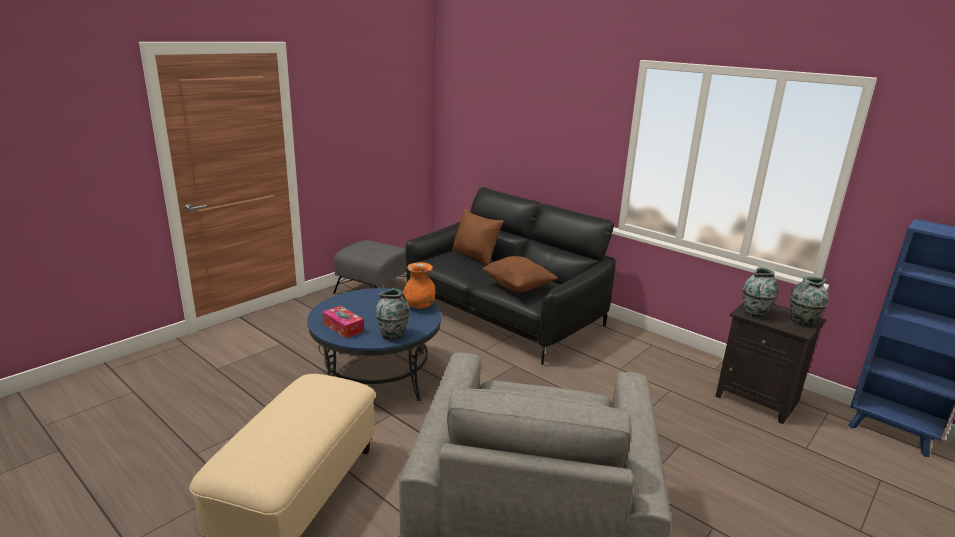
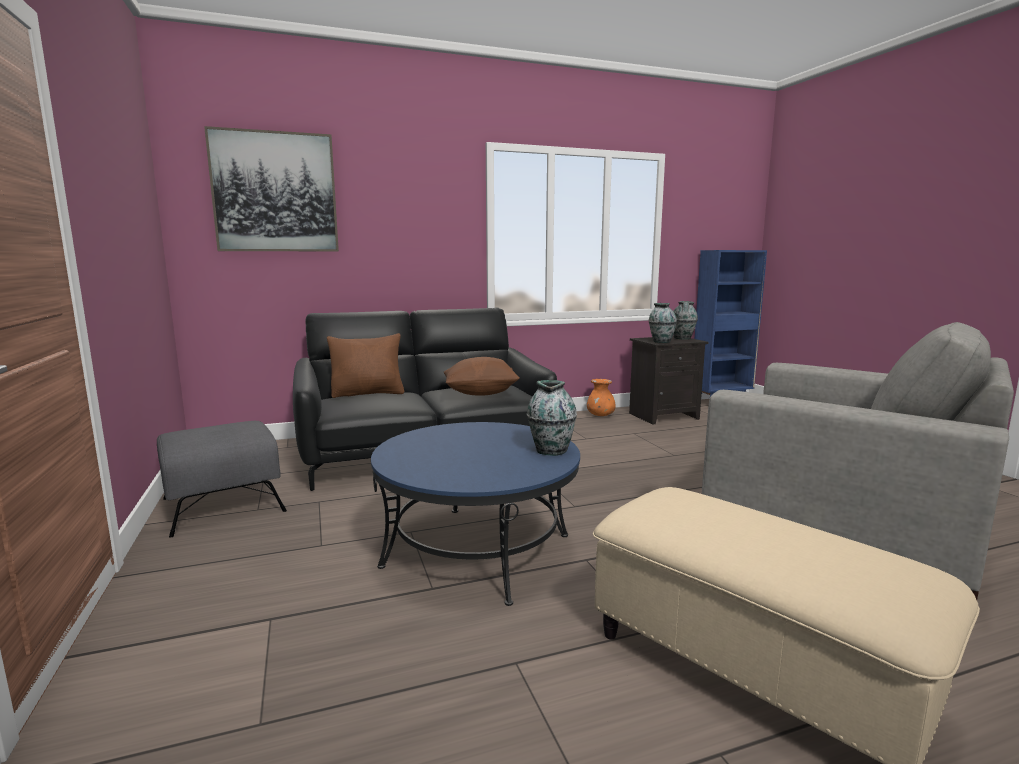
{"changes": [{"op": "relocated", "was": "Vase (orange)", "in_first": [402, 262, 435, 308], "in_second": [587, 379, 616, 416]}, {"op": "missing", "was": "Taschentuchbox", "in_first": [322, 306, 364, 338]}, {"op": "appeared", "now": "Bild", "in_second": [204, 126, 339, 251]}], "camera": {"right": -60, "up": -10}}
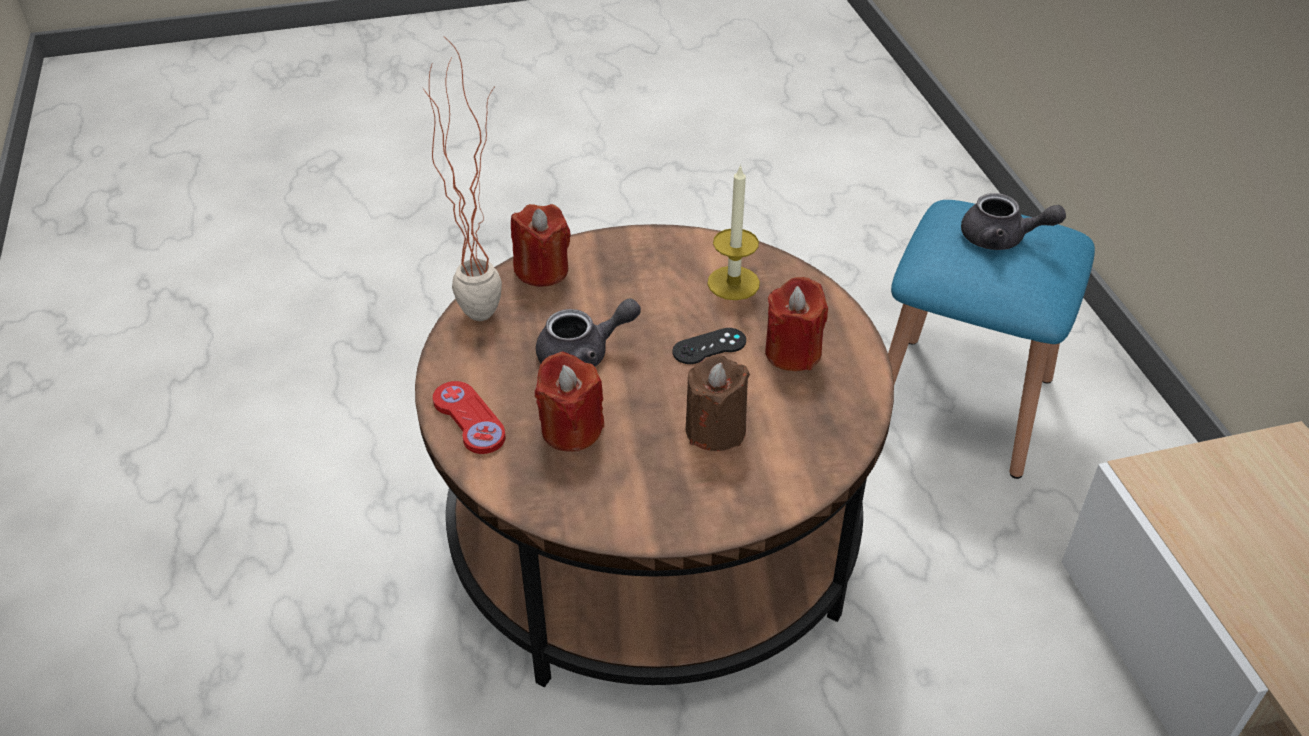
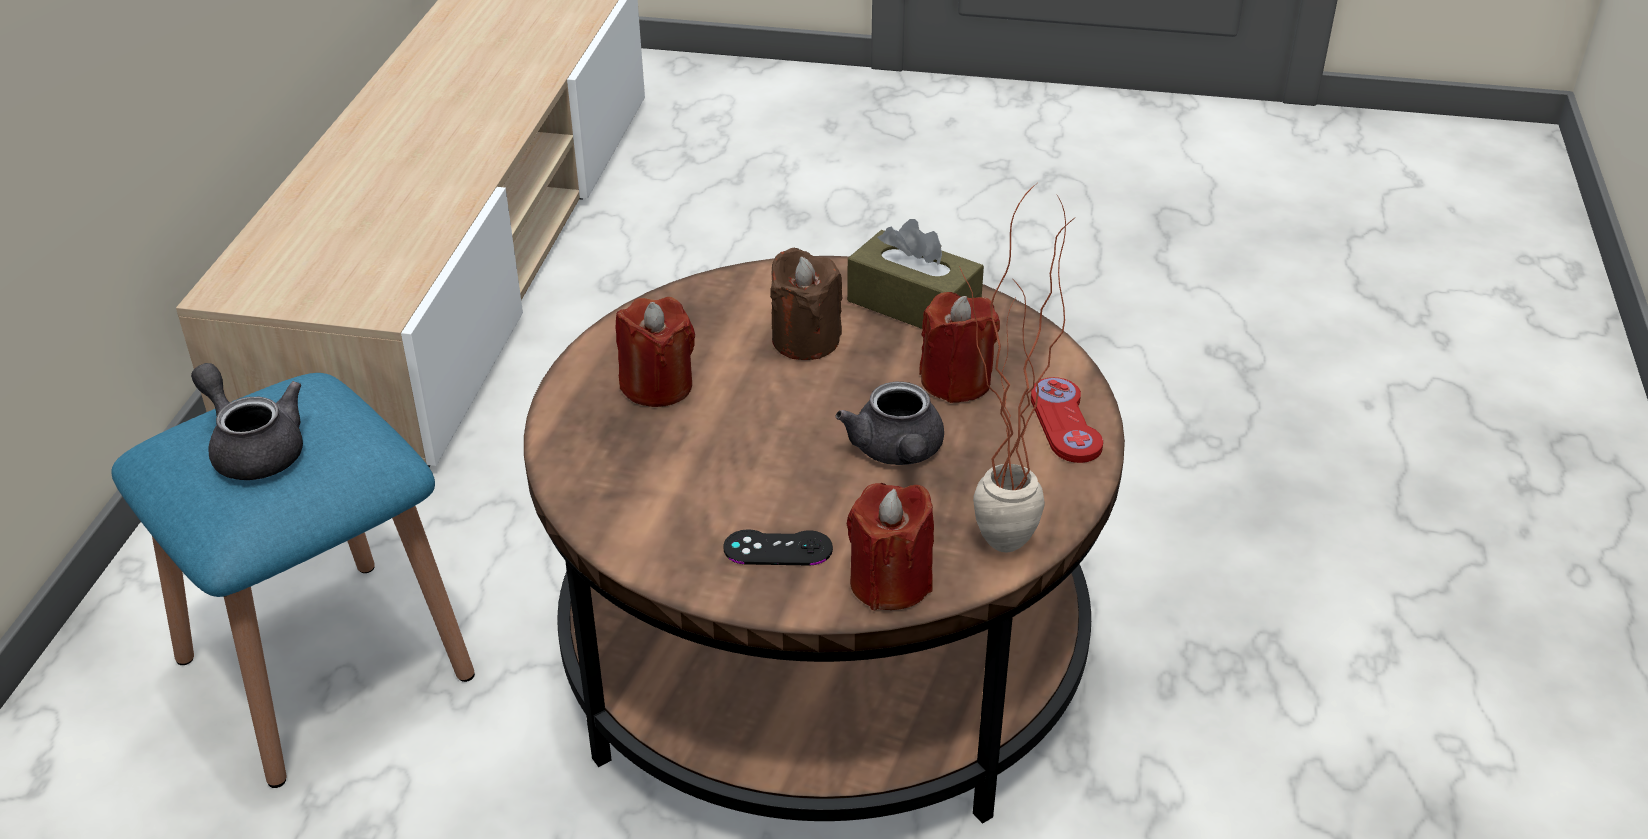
{"changes": [{"op": "missing", "was": "Kerze", "in_first": [707, 164, 760, 300]}, {"op": "spun", "was": "Teekanne (grau)", "in_first": [536, 299, 641, 367], "in_second": [835, 382, 944, 465], "clockwise": -105}, {"op": "relocated", "was": "Gamepad (schwarz)", "in_first": [672, 328, 746, 364], "in_second": [723, 529, 833, 566]}, {"op": "appeared", "now": "Taschentuchbox (braun)", "in_second": [847, 219, 984, 329]}], "camera": {"right": -155, "up": -5}}
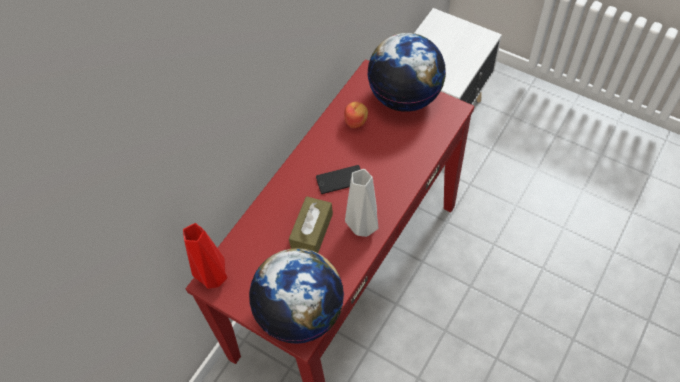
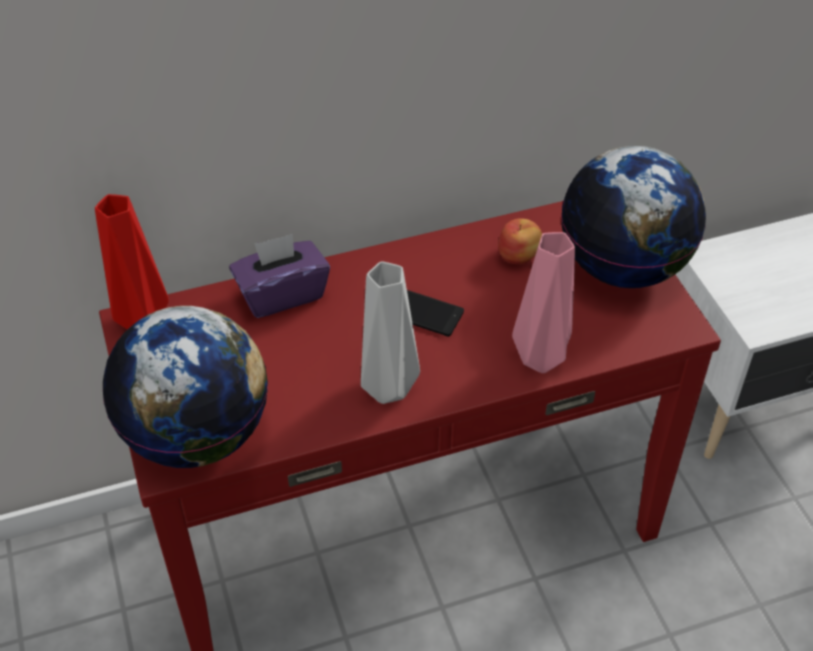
{"changes": [{"op": "missing", "was": "Taschentuchbox (braun)", "in_first": [289, 196, 333, 253]}, {"op": "appeared", "now": "Vase (rosa)", "in_second": [512, 232, 575, 373]}, {"op": "appeared", "now": "Taschentuchbox (lila)", "in_second": [229, 234, 330, 318]}], "camera": {"right": 35, "up": -10}}
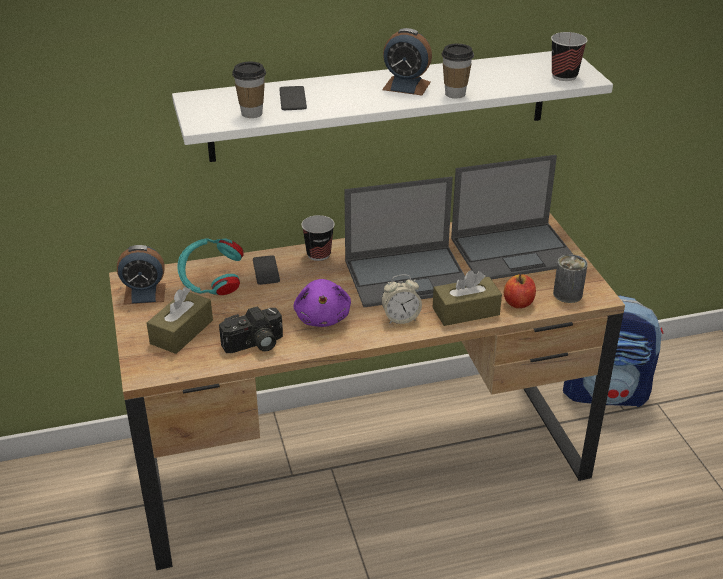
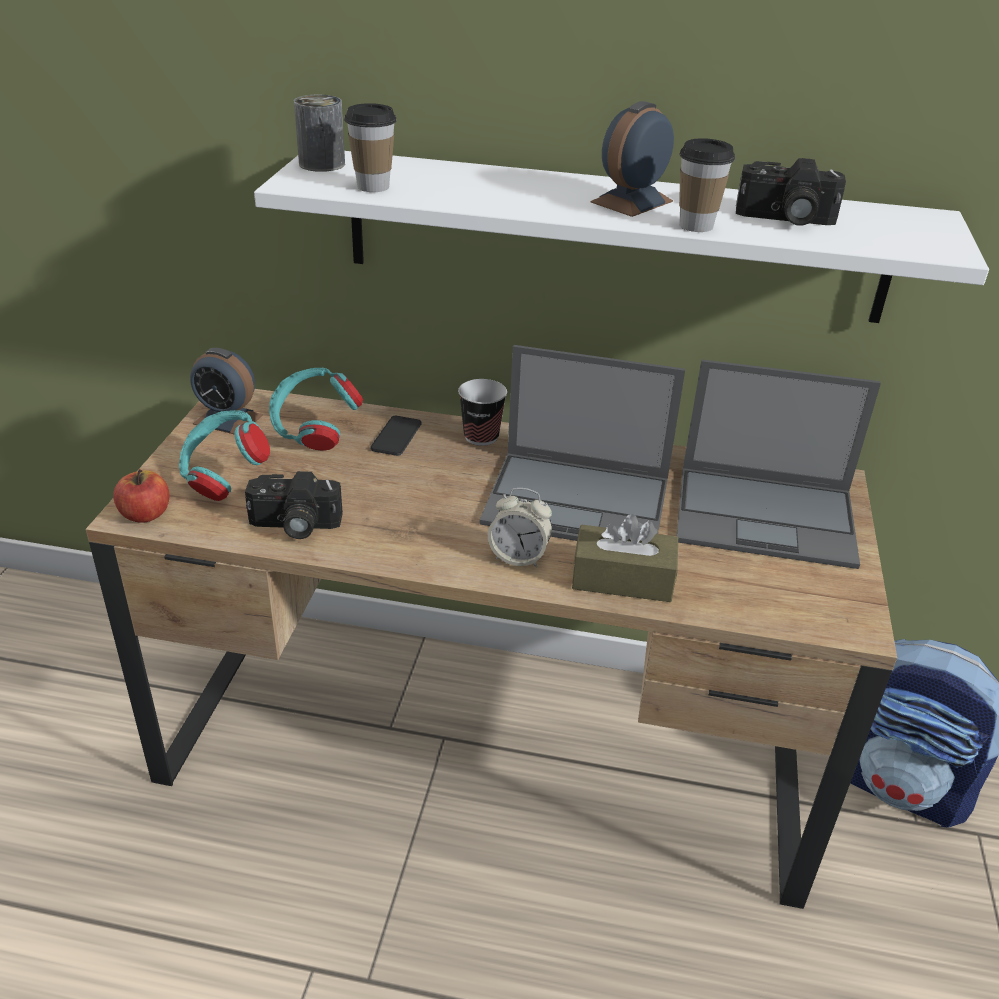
{"changes": [{"op": "spun", "was": "Wecker", "in_first": [382, 28, 432, 95], "in_second": [591, 101, 674, 217], "clockwise": 90}, {"op": "missing", "was": "Tasse", "in_first": [551, 32, 587, 81]}, {"op": "missing", "was": "Handy", "in_first": [279, 86, 307, 110]}, {"op": "relocated", "was": "Dose", "in_first": [553, 254, 588, 303], "in_second": [294, 95, 345, 172]}, {"op": "relocated", "was": "Apfel", "in_first": [504, 274, 536, 308], "in_second": [113, 469, 170, 523]}, {"op": "missing", "was": "Plüschtier (lila)", "in_first": [293, 279, 351, 327]}, {"op": "exchanged", "was": "Taschentuchbox (braun)", "now": "Kopfhörer (türkis)", "in_first": [147, 287, 213, 354], "in_second": [179, 410, 270, 501]}, {"op": "appeared", "now": "Kamera", "in_second": [736, 158, 846, 226]}], "camera": {"right": 25, "up": 0}}
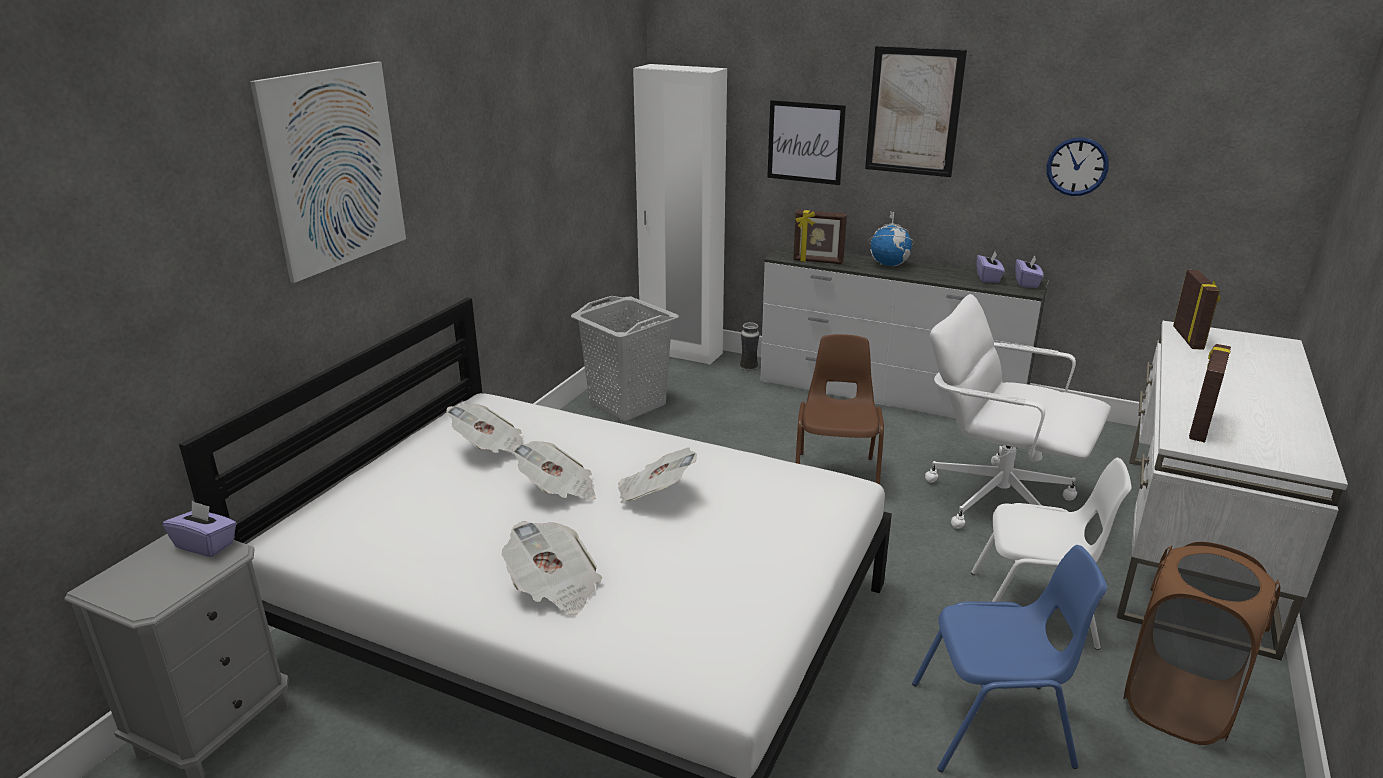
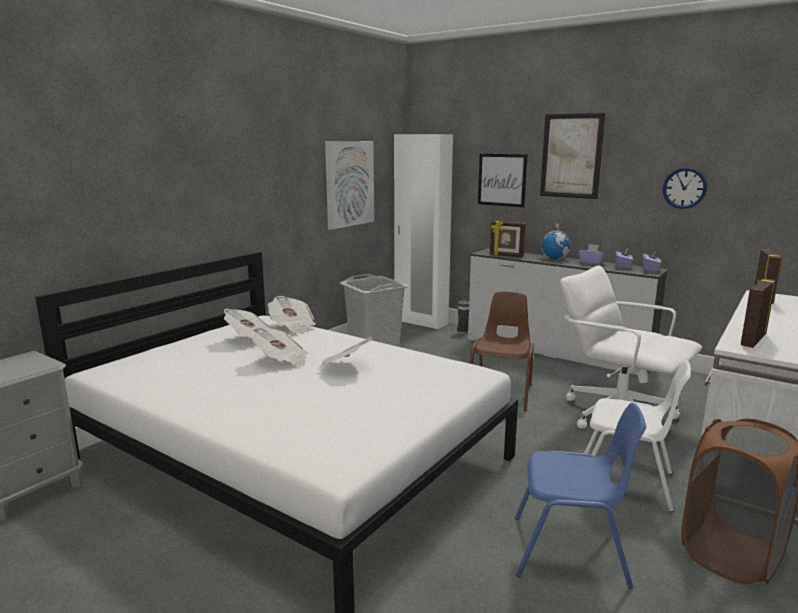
{"changes": [{"op": "relocated", "was": "Bild", "in_first": [250, 62, 406, 283], "in_second": [325, 141, 374, 230]}, {"op": "relocated", "was": "Taschentuchbox (lila)", "in_first": [163, 501, 237, 557], "in_second": [578, 244, 606, 265]}, {"op": "relocated", "was": "Zeitung", "in_first": [502, 521, 602, 615], "in_second": [267, 296, 316, 334]}], "camera": {"right": 10, "up": -10}}
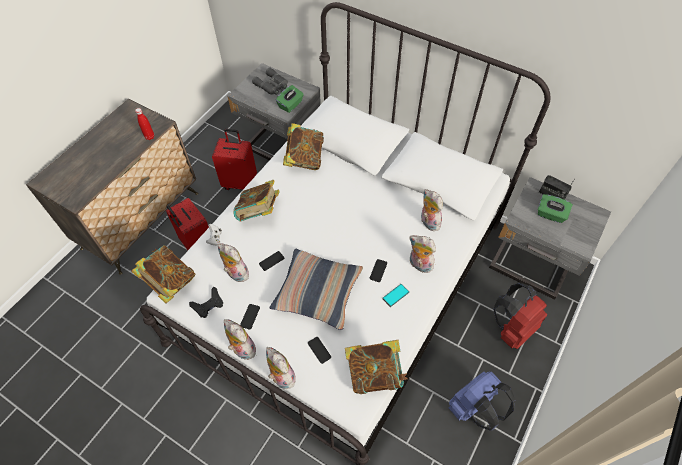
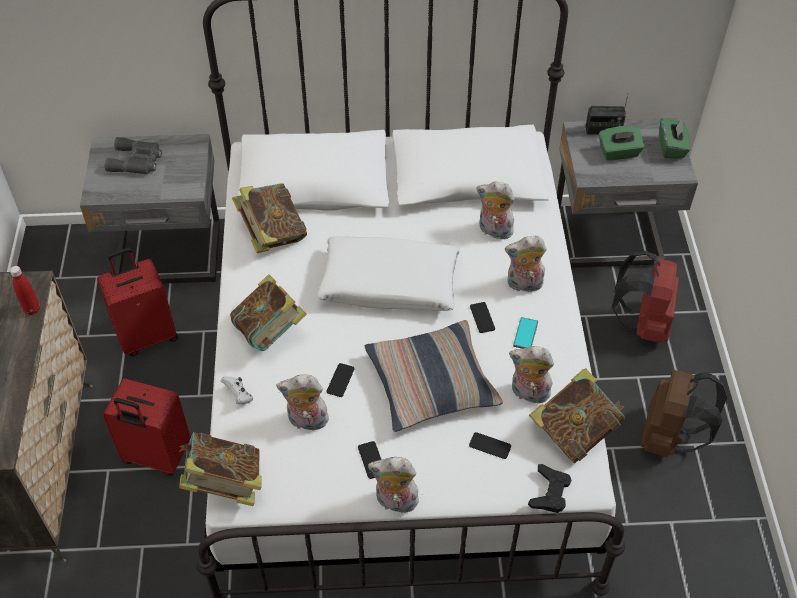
{"changes": [{"op": "relocated", "was": "Taschentuchbox (grün)", "in_first": [276, 85, 304, 113], "in_second": [659, 118, 690, 159]}, {"op": "relocated", "was": "Gamepad (schwarz)", "in_first": [189, 287, 223, 318], "in_second": [528, 464, 571, 513]}, {"op": "relocated", "was": "Plüschtier", "in_first": [266, 347, 296, 389], "in_second": [509, 346, 554, 403]}, {"op": "colour", "was": "Rucksack (blau)", "now": "Rucksack (braun)", "in_first": [448, 371, 515, 431], "in_second": [640, 370, 727, 457]}, {"op": "appeared", "now": "Kissen (weiß)", "in_second": [316, 236, 460, 311]}], "camera": {"right": -35, "up": -5}}
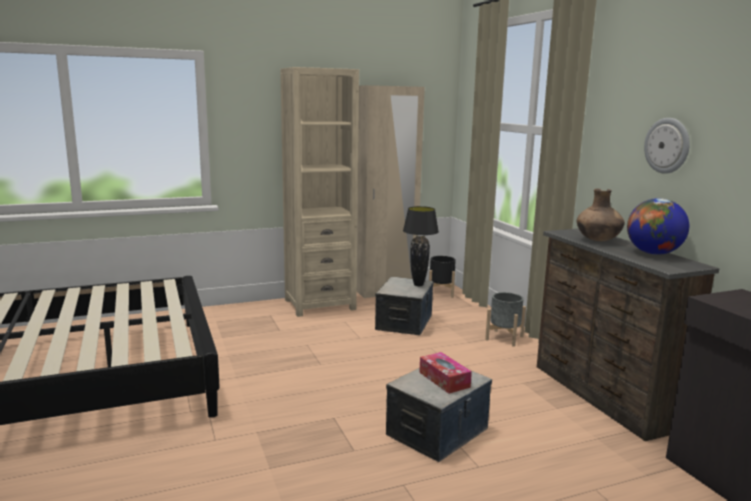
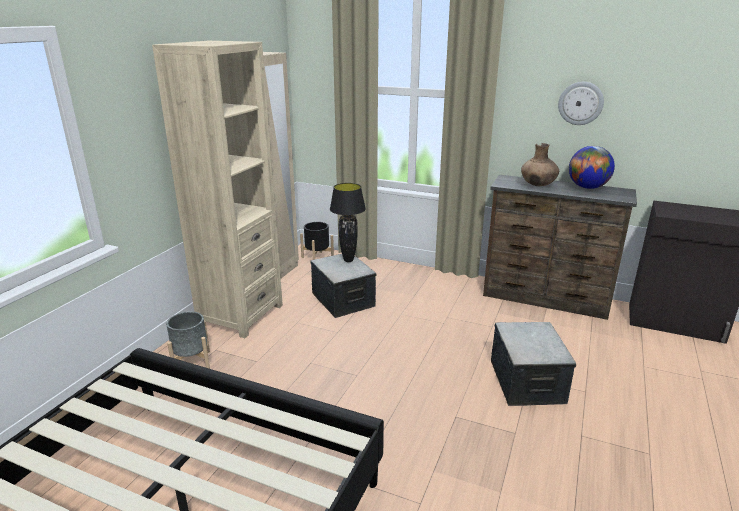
{"changes": [{"op": "relocated", "was": "Pflanzkübel (grau)", "in_first": [485, 292, 526, 347], "in_second": [166, 311, 210, 369]}, {"op": "missing", "was": "Taschentuchbox", "in_first": [419, 352, 472, 394]}], "camera": {"right": -45, "up": 10}}
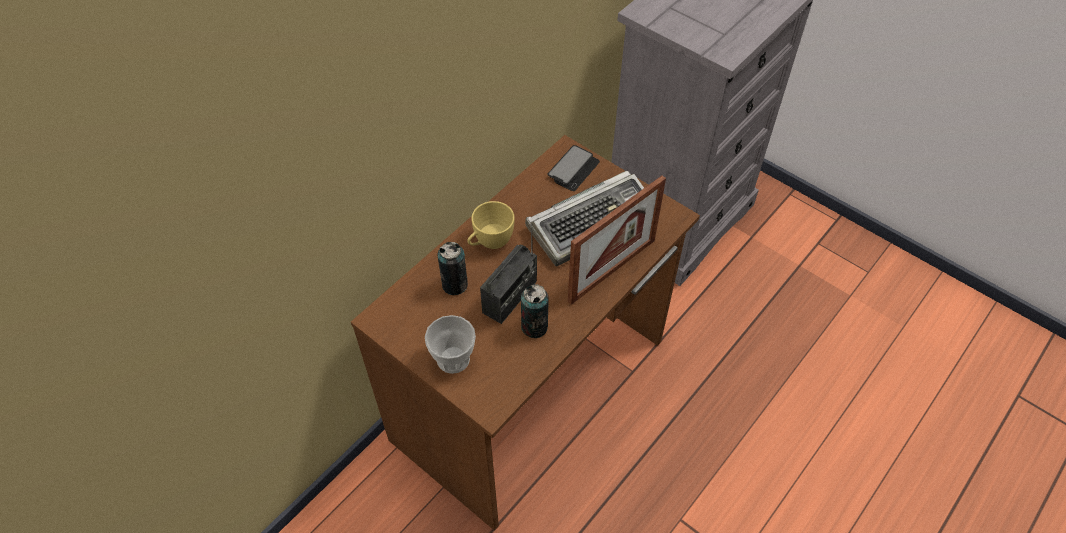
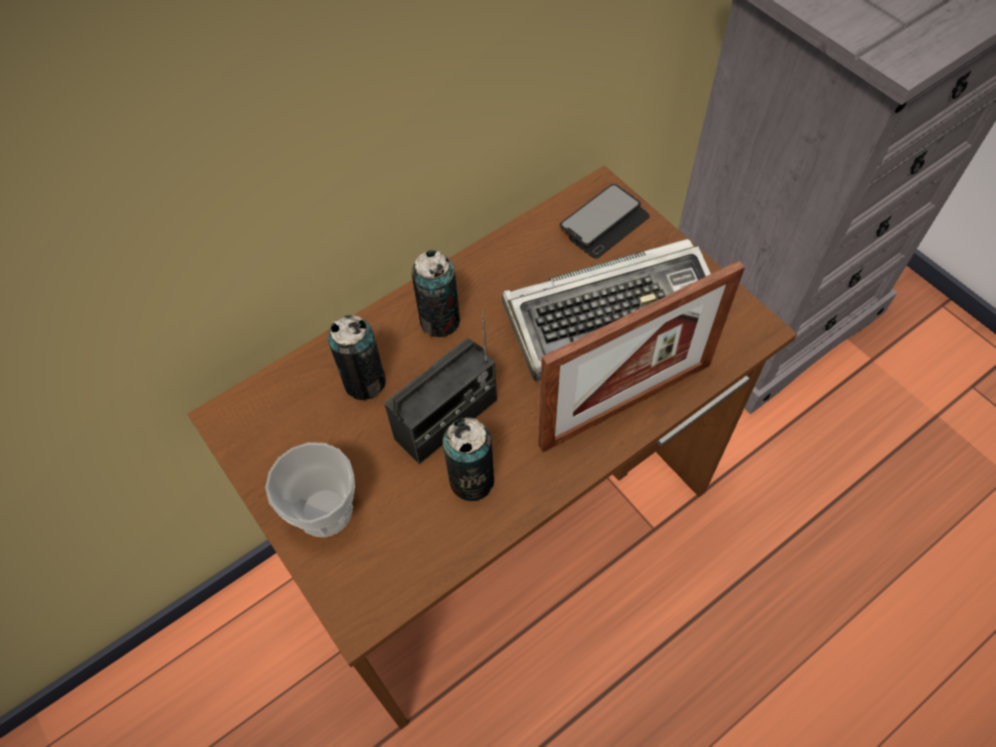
{"changes": [{"op": "exchanged", "was": "Tasse (gelb)", "now": "Dose", "in_first": [467, 201, 515, 249], "in_second": [412, 250, 461, 337]}], "camera": {"right": 15, "up": 5}}
